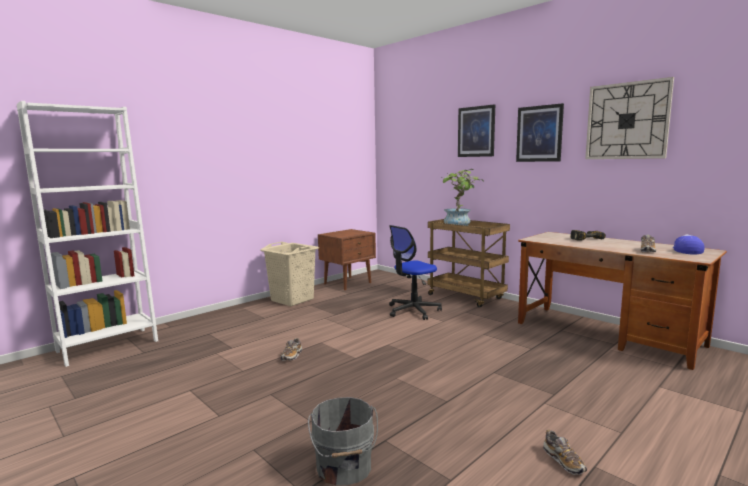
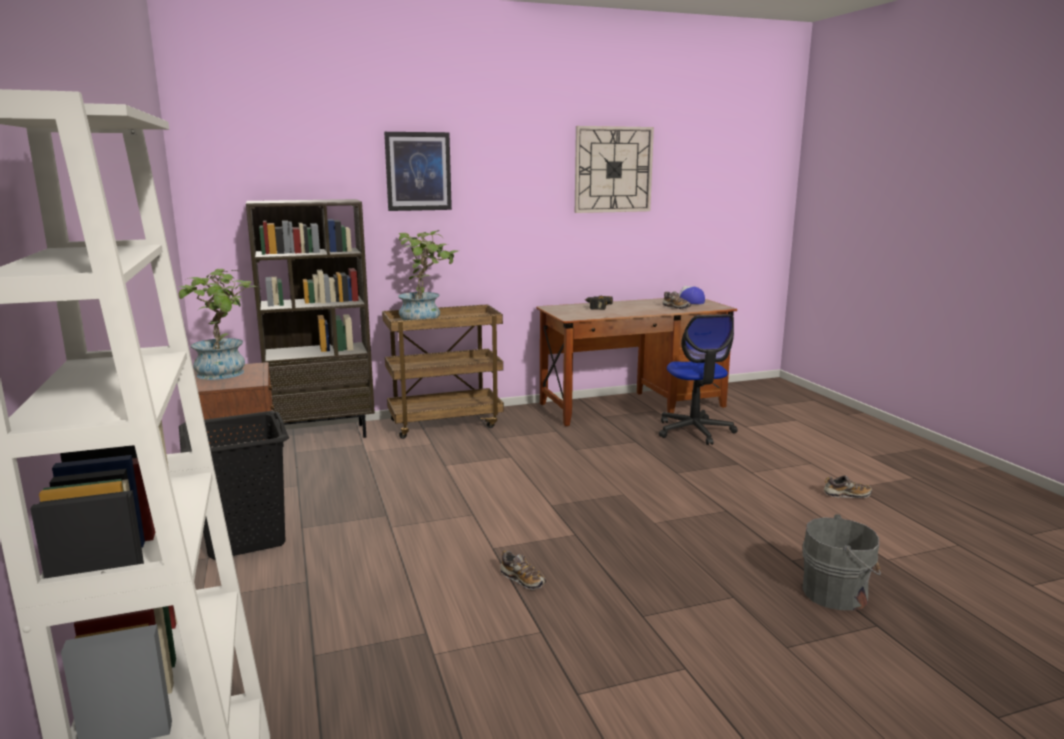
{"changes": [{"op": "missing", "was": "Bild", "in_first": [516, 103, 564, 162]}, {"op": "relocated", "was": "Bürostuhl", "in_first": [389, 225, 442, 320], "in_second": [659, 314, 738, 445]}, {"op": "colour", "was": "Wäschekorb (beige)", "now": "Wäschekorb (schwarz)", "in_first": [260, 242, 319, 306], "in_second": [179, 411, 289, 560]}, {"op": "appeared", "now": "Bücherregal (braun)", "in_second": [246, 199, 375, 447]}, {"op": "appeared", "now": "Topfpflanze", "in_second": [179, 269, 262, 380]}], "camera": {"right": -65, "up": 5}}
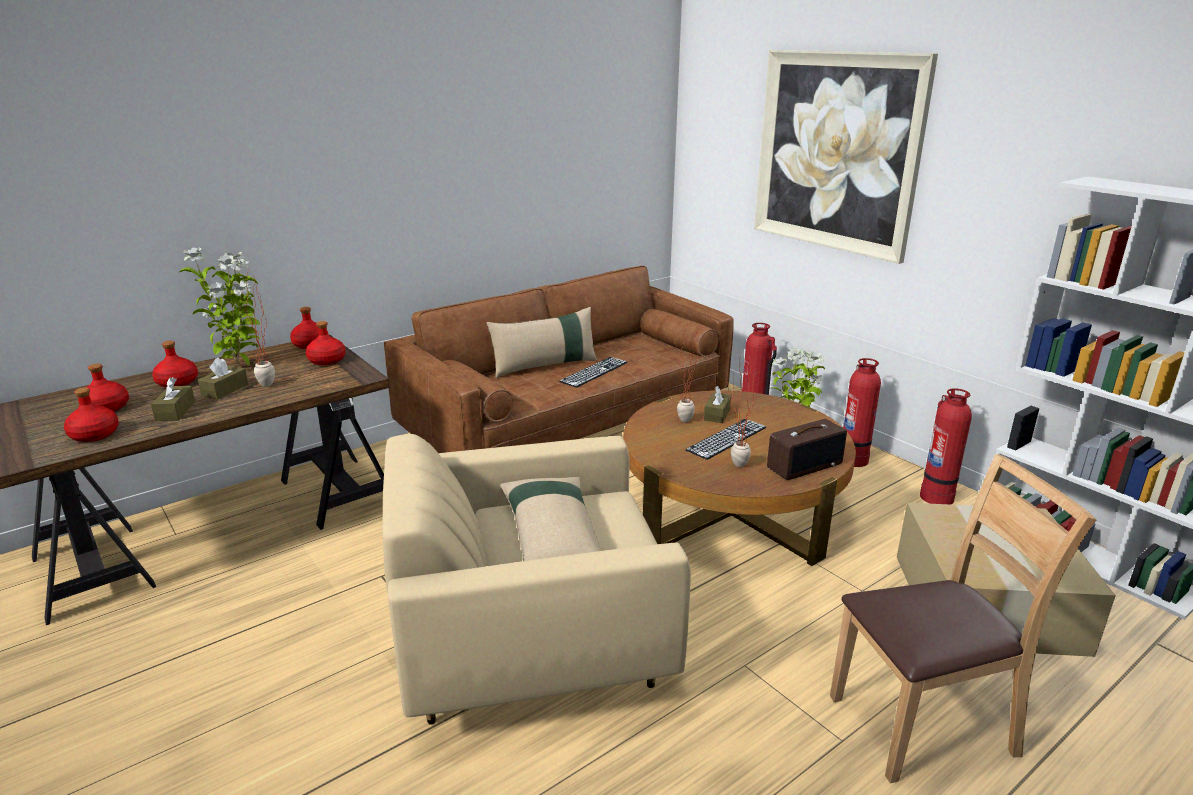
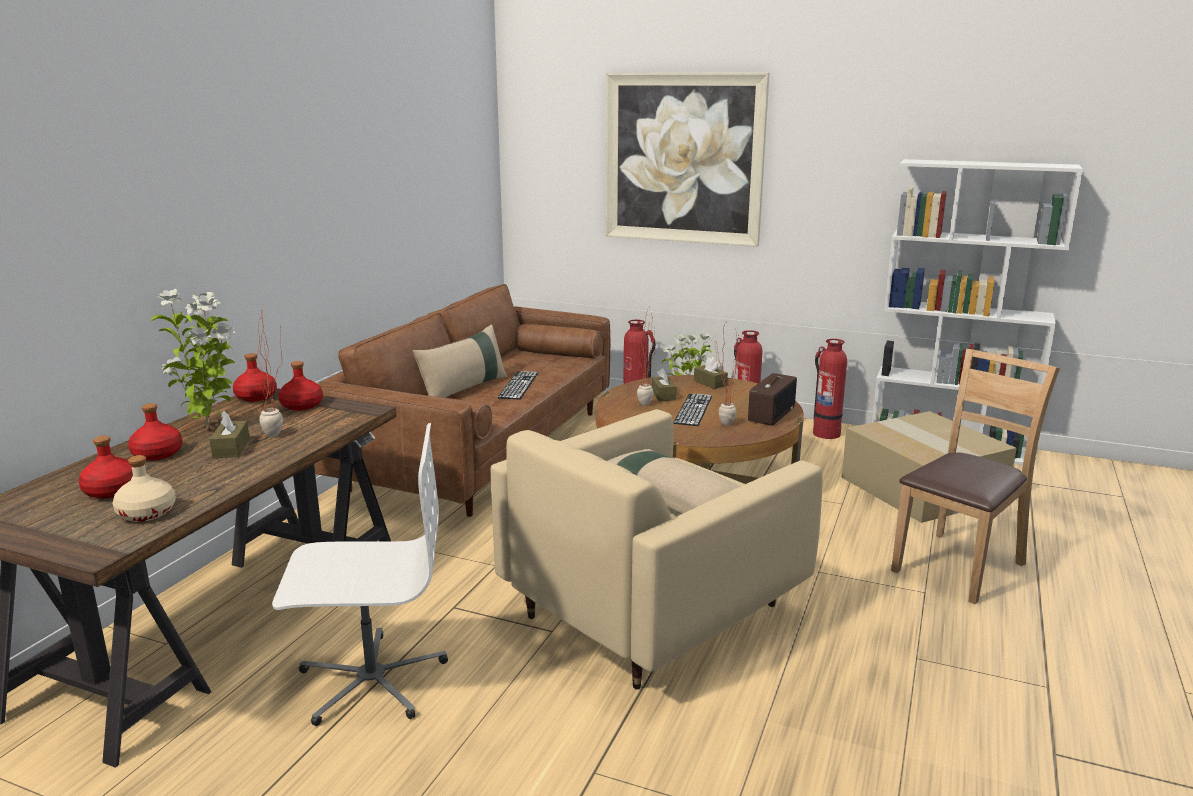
{"changes": [{"op": "relocated", "was": "Taschentuchbox (braun)", "in_first": [151, 377, 195, 421], "in_second": [694, 357, 728, 389]}, {"op": "colour", "was": "Flasche (rot)", "now": "Flasche (beige)", "in_first": [64, 387, 119, 442], "in_second": [113, 455, 176, 522]}, {"op": "appeared", "now": "Bürostuhl (weiß)", "in_second": [272, 423, 448, 726]}], "camera": {"right": -30, "up": -5}}
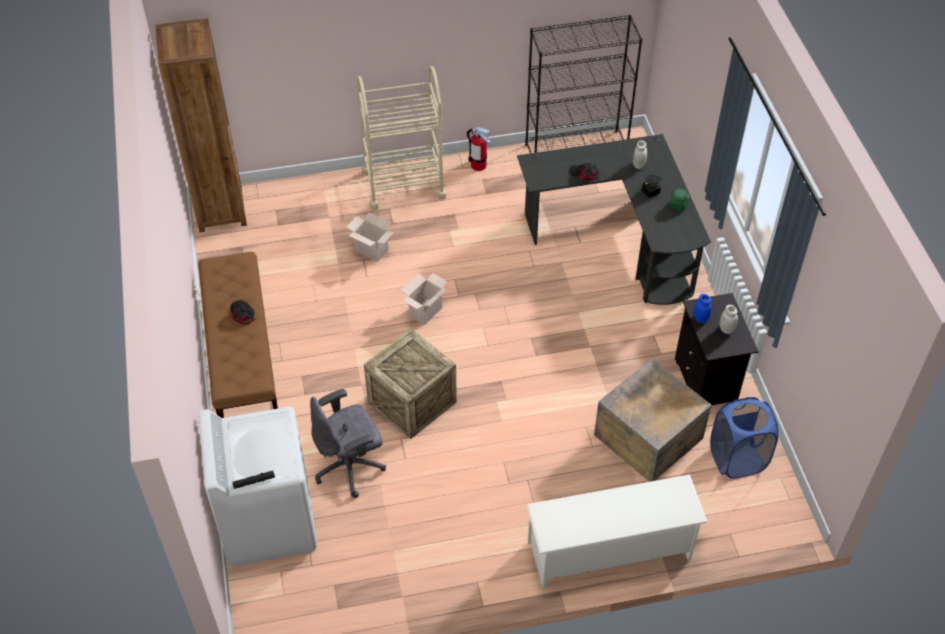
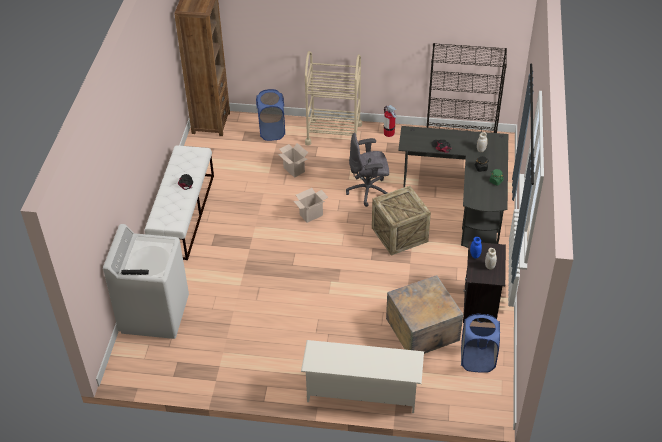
{"changes": [{"op": "colour", "was": "Bank (braun)", "now": "Bank (weiß)", "in_first": [198, 252, 278, 418], "in_second": [144, 145, 214, 260]}, {"op": "relocated", "was": "Kiste", "in_first": [364, 328, 457, 439], "in_second": [372, 186, 431, 255]}, {"op": "relocated", "was": "Bürostuhl (grau)", "in_first": [310, 389, 386, 498], "in_second": [346, 133, 389, 207]}, {"op": "appeared", "now": "Wäschekorb (blau)", "in_second": [256, 89, 285, 141]}], "camera": {"right": 20, "up": -5}}
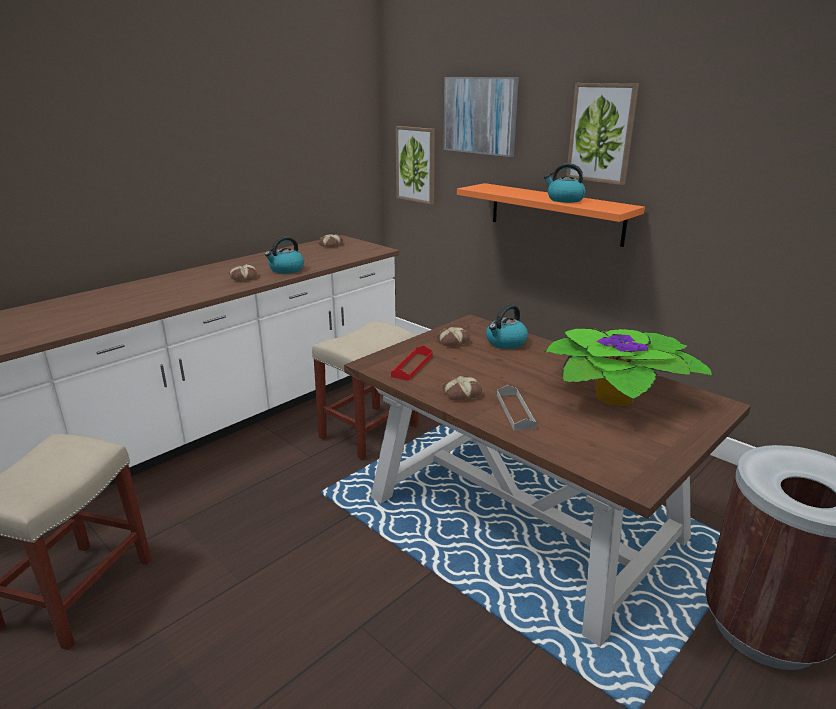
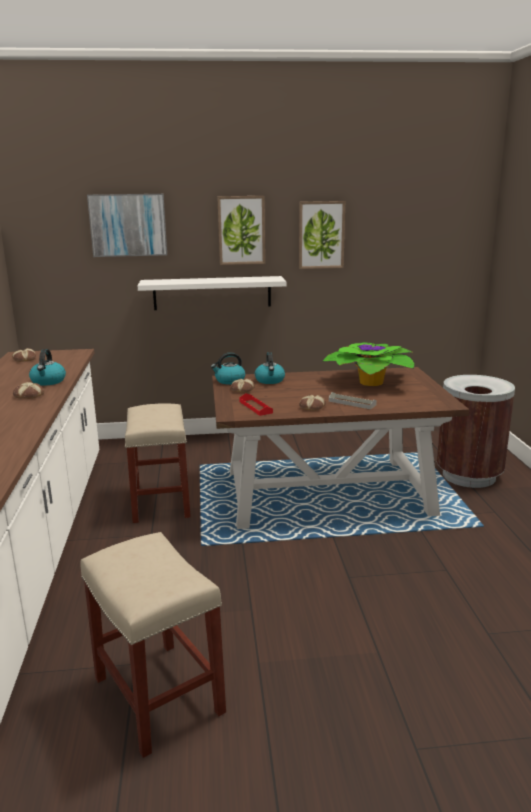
{"changes": [{"op": "relocated", "was": "Bild", "in_first": [396, 126, 435, 205], "in_second": [299, 201, 345, 269]}, {"op": "relocated", "was": "Wasserkessel", "in_first": [544, 163, 586, 203], "in_second": [211, 352, 245, 384]}, {"op": "colour", "was": "Wandregal (orange)", "now": "Wandregal (weiß)", "in_first": [457, 183, 645, 247], "in_second": [138, 276, 286, 310]}], "camera": {"right": -50, "up": -5}}
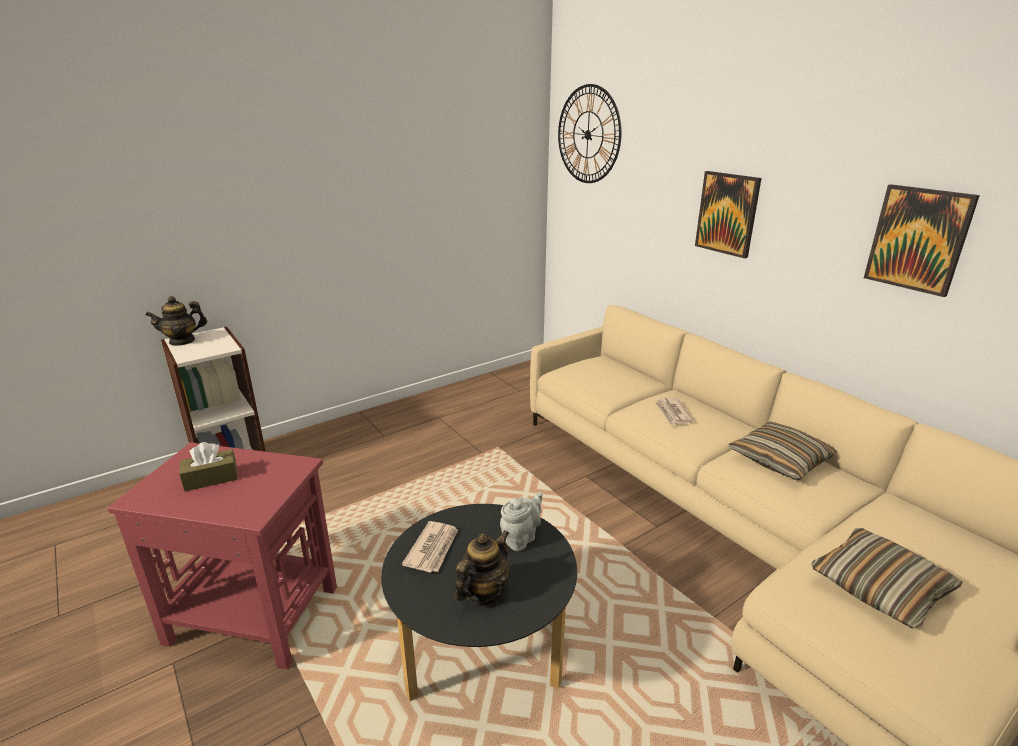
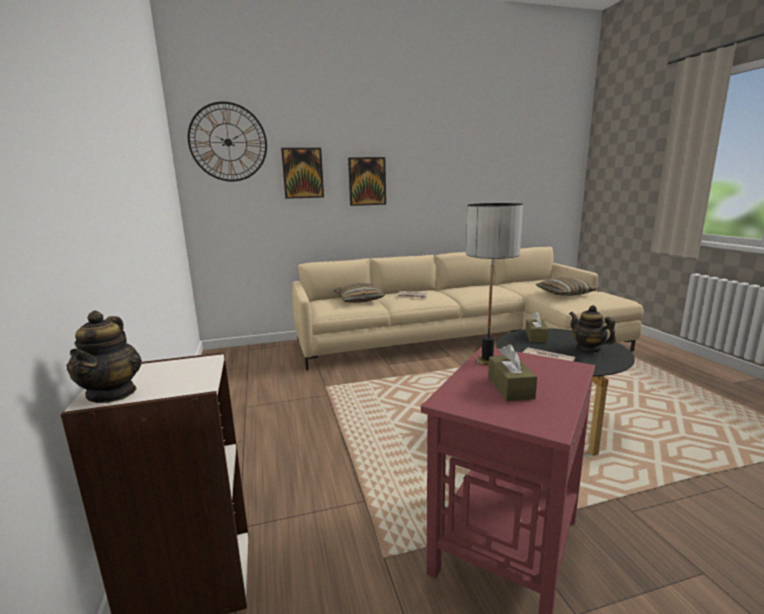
{"changes": [{"op": "relocated", "was": "Bild", "in_first": [864, 184, 980, 297], "in_second": [281, 148, 324, 199]}, {"op": "relocated", "was": "Kissen", "in_first": [728, 421, 837, 480], "in_second": [334, 283, 385, 303]}, {"op": "exchanged", "was": "Teekanne (grau)", "now": "Taschentuchbox (braun)", "in_first": [500, 492, 543, 551], "in_second": [526, 311, 549, 342]}, {"op": "appeared", "now": "Tischlampe", "in_second": [466, 203, 523, 365]}], "camera": {"right": -70, "up": -10}}
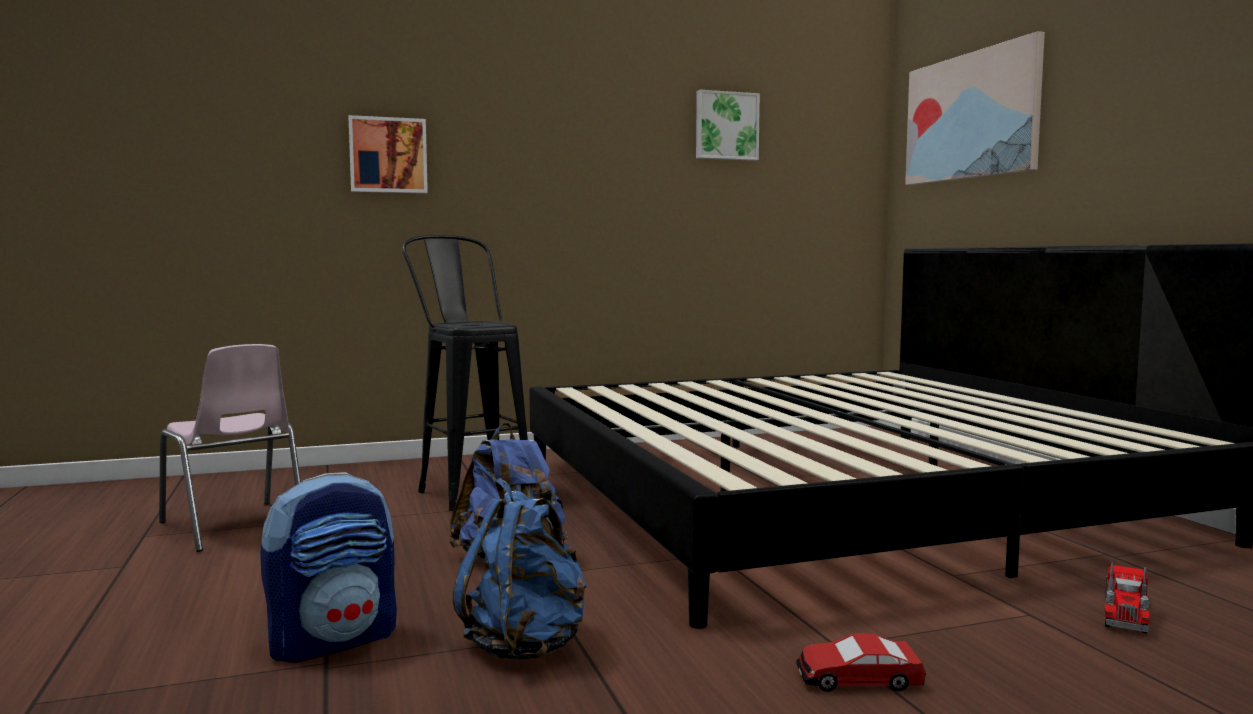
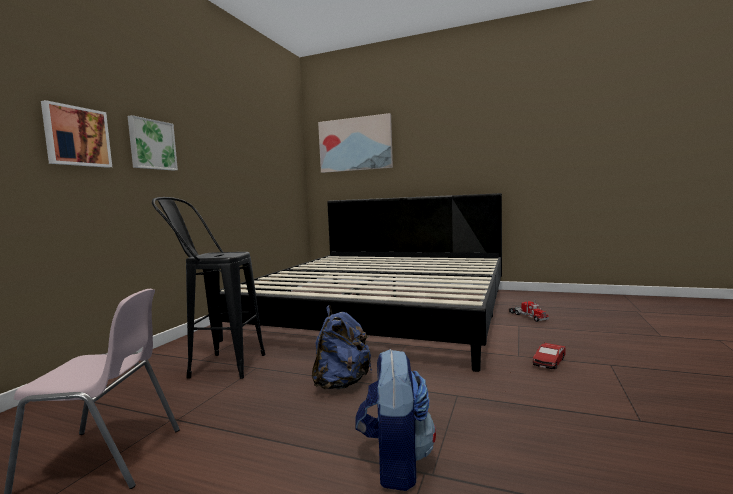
{"changes": [{"op": "relocated", "was": "Bild", "in_first": [696, 90, 760, 161], "in_second": [128, 115, 178, 171]}, {"op": "missing", "was": "Rucksack (blau)", "in_first": [453, 478, 586, 660]}], "camera": {"right": -50, "up": 0}}
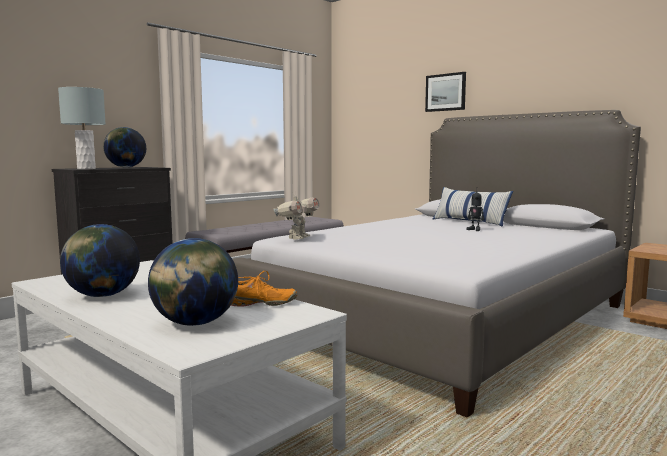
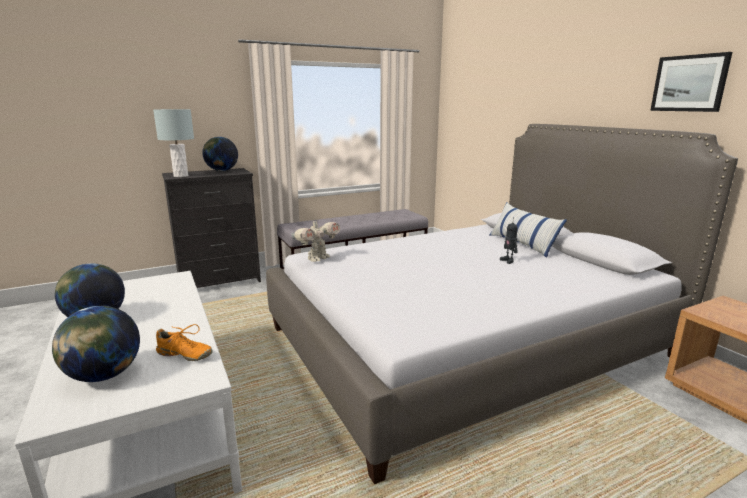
{"changes": [{"op": "relocated", "was": "Bild", "in_first": [425, 72, 466, 112], "in_second": [650, 52, 732, 112]}], "camera": {"right": 20, "up": 10}}
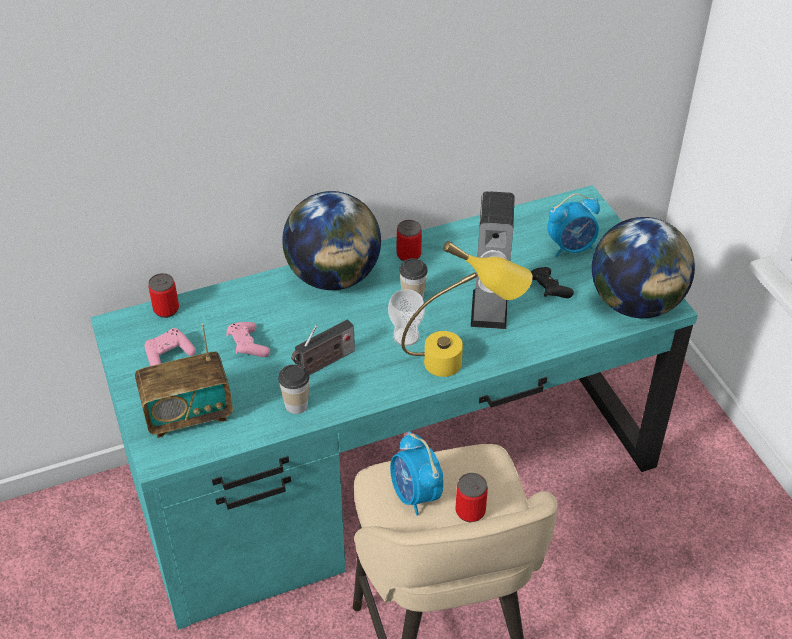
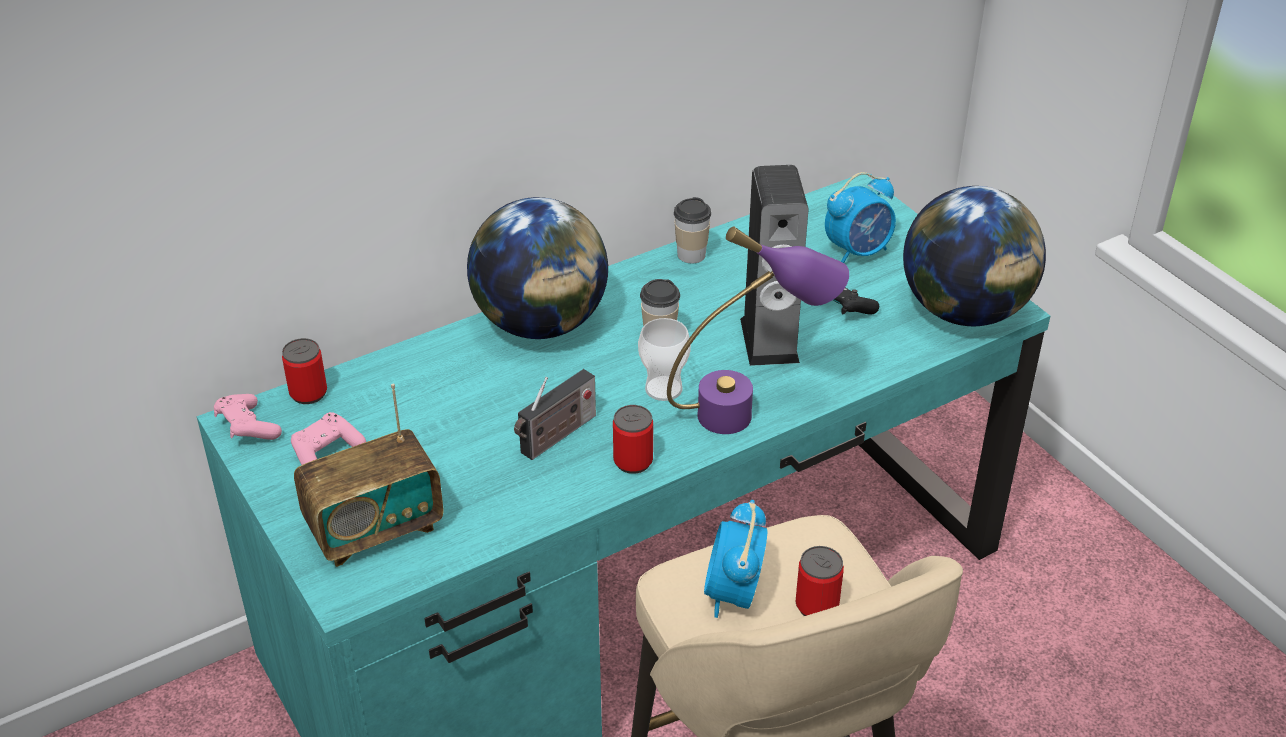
{"changes": [{"op": "relocated", "was": "Dose", "in_first": [397, 220, 422, 262], "in_second": [613, 405, 653, 474]}, {"op": "colour", "was": "Tischlampe (gelb)", "now": "Tischlampe (lila)", "in_first": [401, 241, 533, 377], "in_second": [667, 226, 849, 434]}, {"op": "relocated", "was": "Gamepad (rosa)", "in_first": [227, 322, 270, 357], "in_second": [214, 394, 282, 440]}, {"op": "relocated", "was": "Tasse", "in_first": [278, 364, 309, 414], "in_second": [674, 197, 711, 263]}, {"op": "spun", "was": "Wecker", "in_first": [390, 431, 443, 516], "in_second": [704, 500, 767, 618], "clockwise": 45}], "camera": {"right": -10, "up": -5}}
